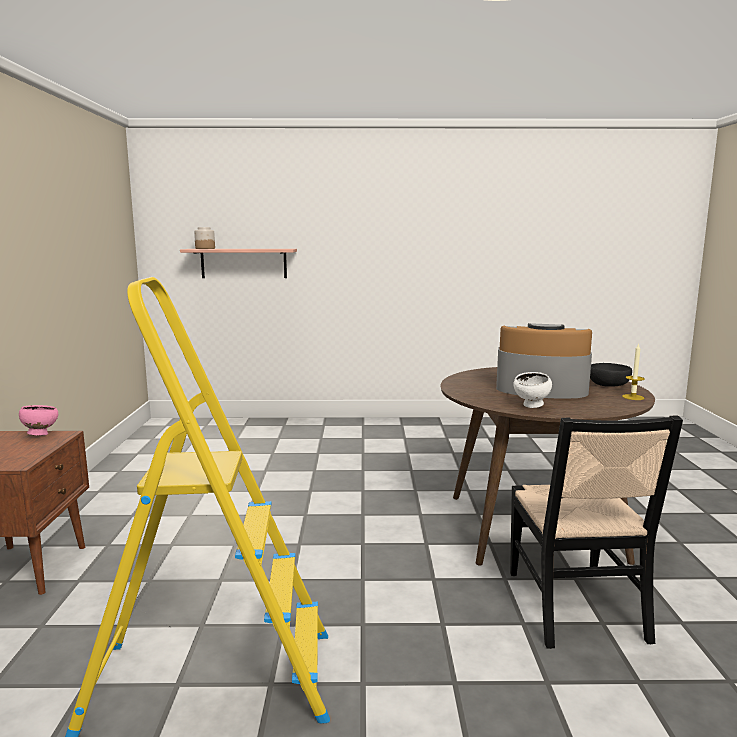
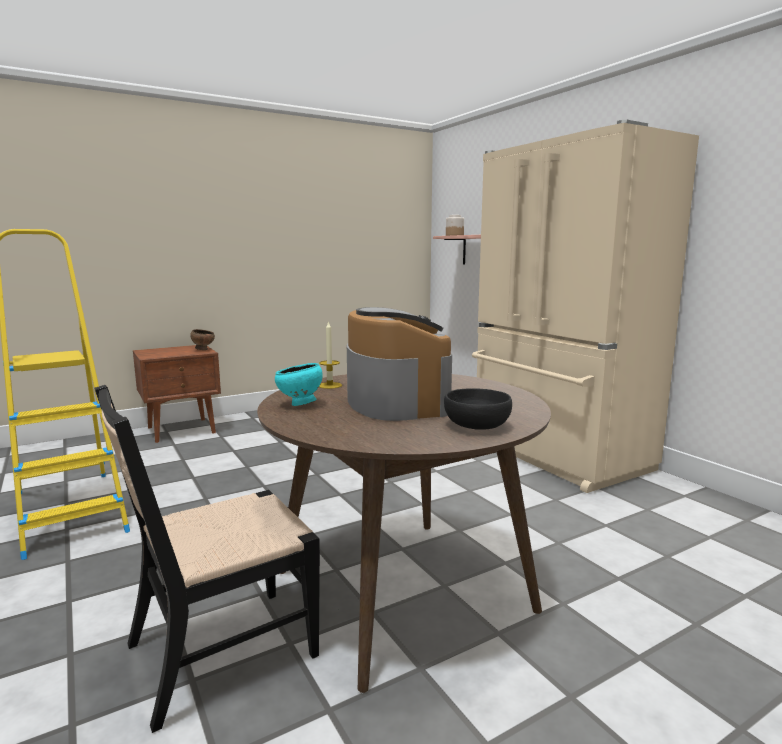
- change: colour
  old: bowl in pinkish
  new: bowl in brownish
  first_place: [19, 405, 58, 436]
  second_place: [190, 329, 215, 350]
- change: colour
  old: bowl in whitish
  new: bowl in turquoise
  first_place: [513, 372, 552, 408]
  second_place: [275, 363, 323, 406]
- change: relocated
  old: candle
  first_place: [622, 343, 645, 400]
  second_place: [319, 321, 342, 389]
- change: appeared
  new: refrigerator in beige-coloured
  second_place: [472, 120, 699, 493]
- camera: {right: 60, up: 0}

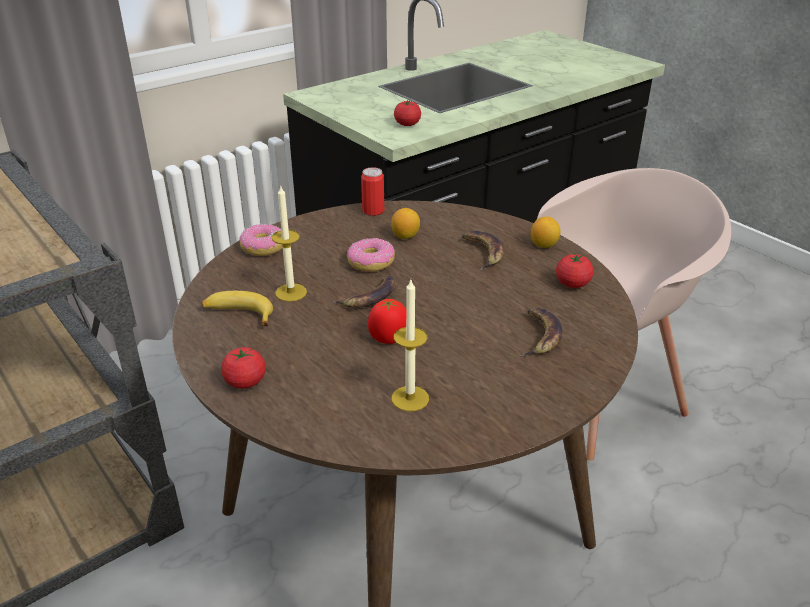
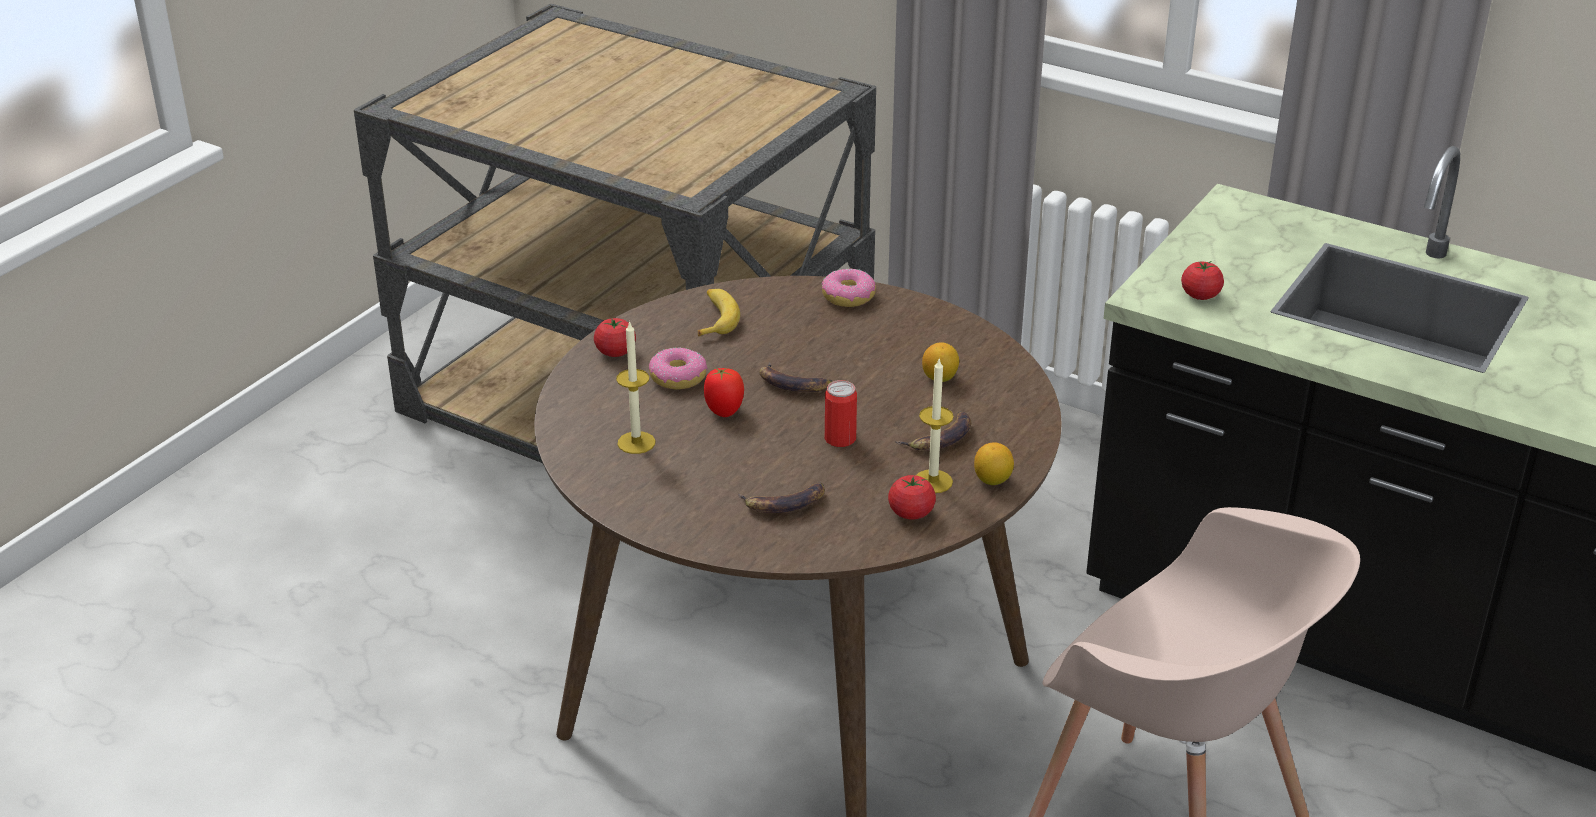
- change: relocated
  old: ring doughnut
  first_place: [347, 238, 395, 272]
  second_place: [649, 347, 708, 389]
- change: relocated
  old: metal can
  first_place: [361, 167, 384, 216]
  second_place: [825, 380, 857, 447]
- change: relocated
  old: candle
  first_place: [272, 185, 307, 302]
  second_place: [916, 357, 954, 493]
- camera: {right: 70, up: 0}

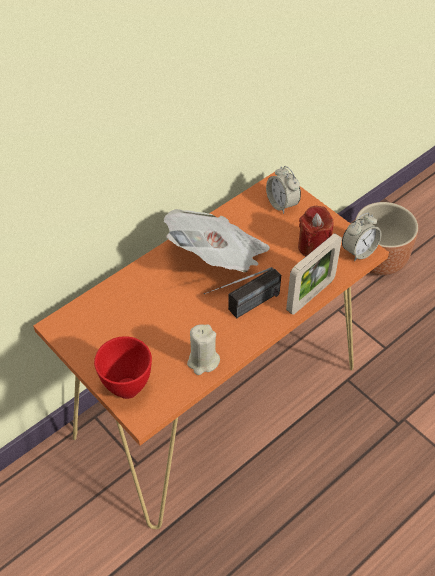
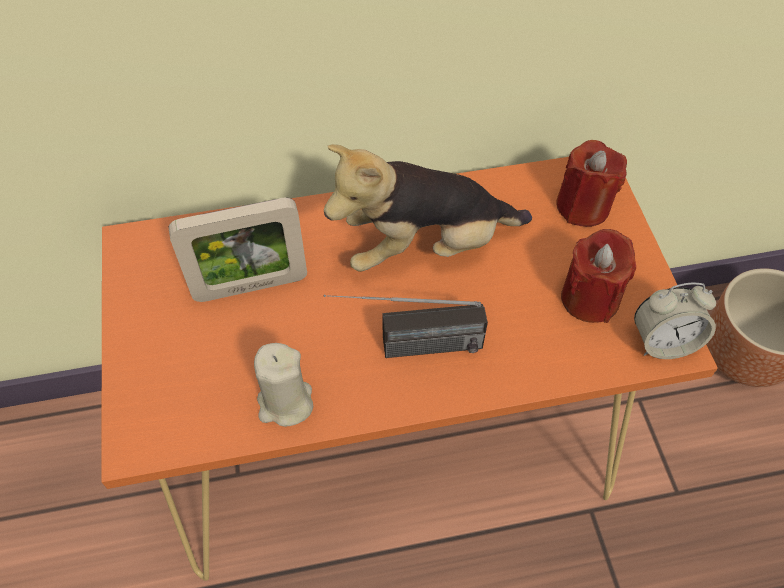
- change: relocated
  old: picture frame
  first_place: [286, 233, 342, 315]
  second_place: [169, 197, 307, 302]
- change: exchanged
  old: printed paper
  new: plush toy
  first_place: [164, 209, 270, 272]
  second_place: [324, 144, 532, 272]
- change: exchanged
  old: bedside clock
  new: candle in red-coloured
  first_place: [266, 166, 301, 214]
  second_place: [556, 140, 627, 227]
- change: missing
  old: bowl in red-coloured
  first_place: [94, 336, 152, 399]
- camera: {right: 30, up: 5}

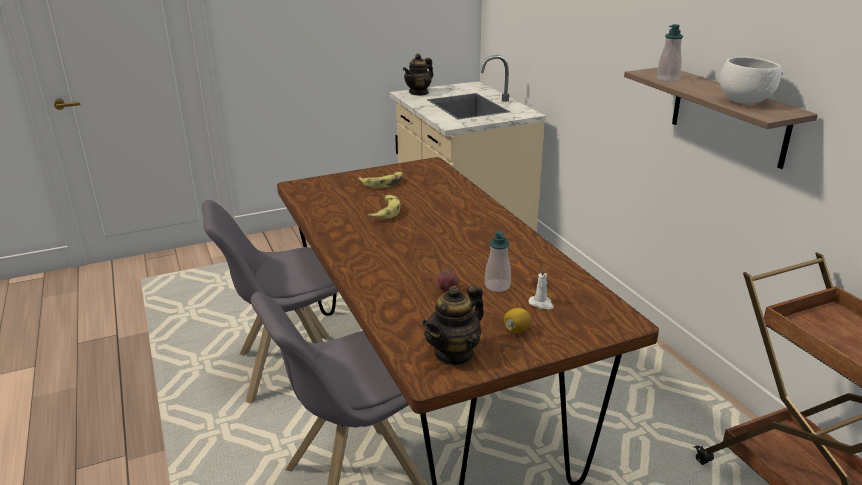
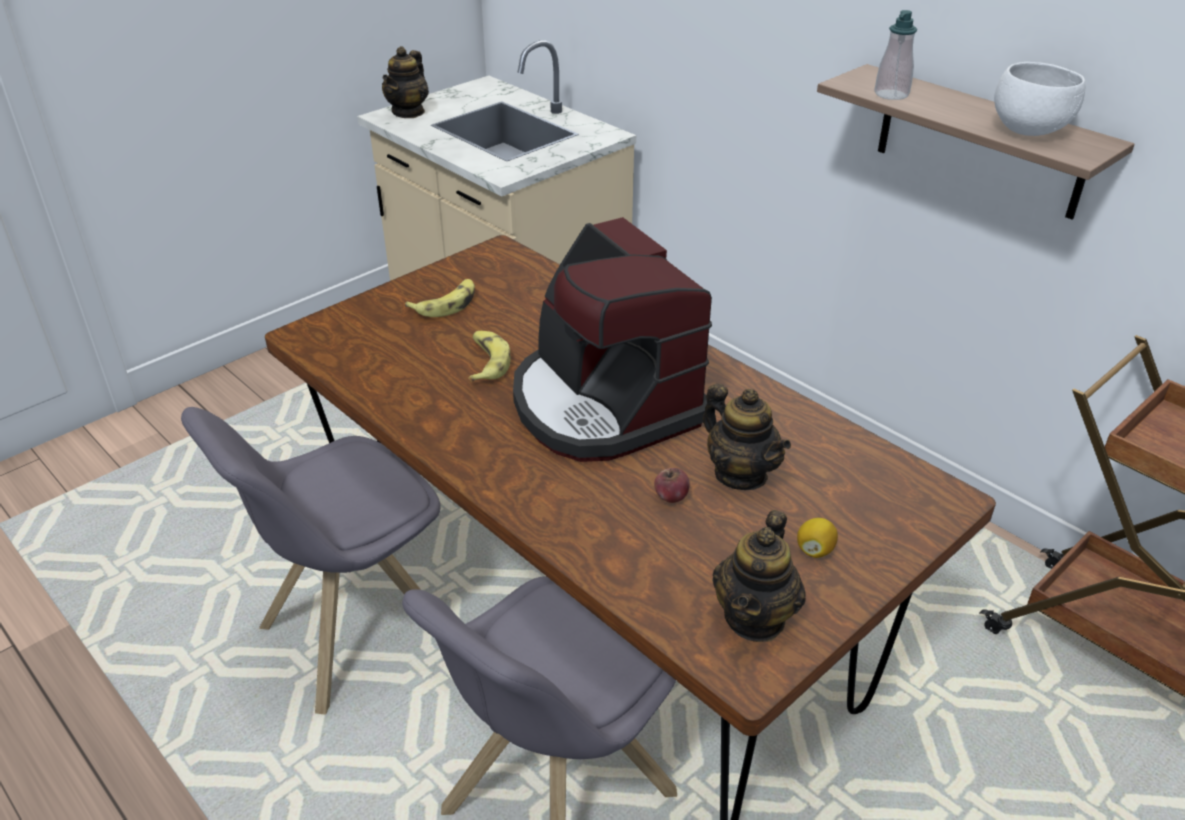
- change: appeared
  new: coffee machine
  second_place: [513, 217, 712, 462]
- change: exchanged
  old: soap dispenser
  new: teapot
  first_place: [485, 231, 511, 292]
  second_place: [703, 384, 791, 490]
- change: missing
  old: candle in whitish
  first_place: [528, 267, 554, 309]
- camera: {right: -20, up: 10}

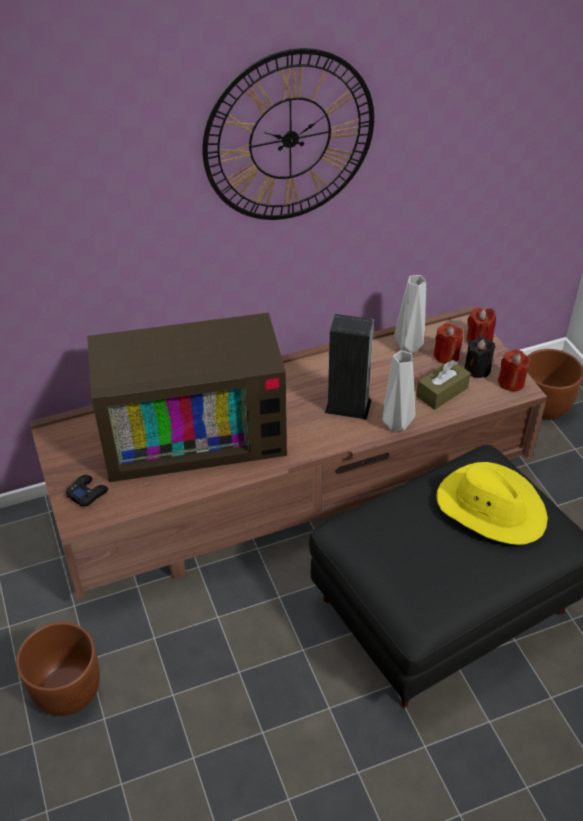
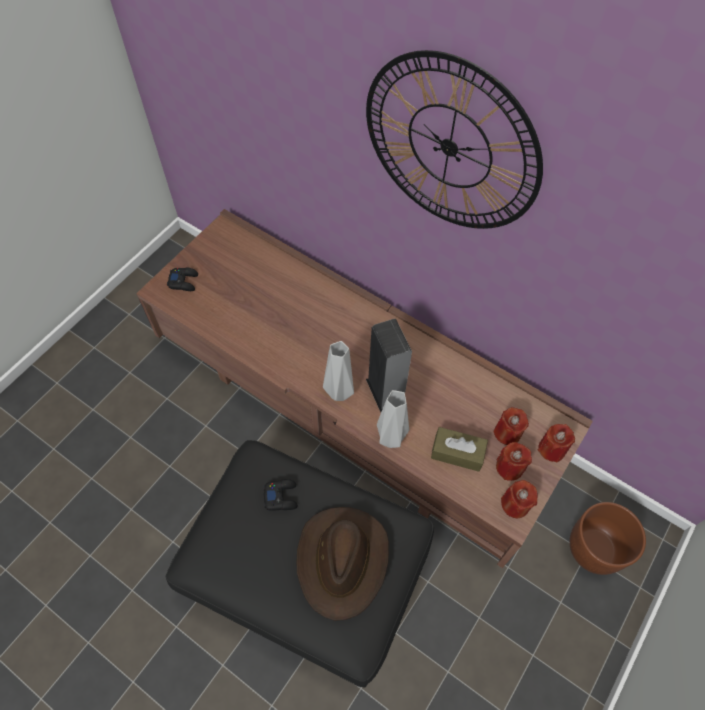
- change: appeared
  new: game controller in black
  second_place: [263, 479, 298, 511]
- change: colour
  old: clothing hat in yellow-coloured
  new: clothing hat in brownish
  first_place: [436, 462, 548, 545]
  second_place: [297, 507, 389, 621]
- change: relocated
  old: flower vase in grey
  first_place: [395, 275, 426, 353]
  second_place: [323, 341, 354, 401]
- change: colour
  old: candle in black
  new: candle in red-coloured
  first_place: [464, 337, 495, 378]
  second_place: [496, 442, 532, 481]
- change: missing
  old: flower pot in brownish
  first_place: [16, 622, 100, 716]
- change: missing
  old: TV
  first_place: [87, 313, 287, 482]
- camera: {right: 55, up: 15}

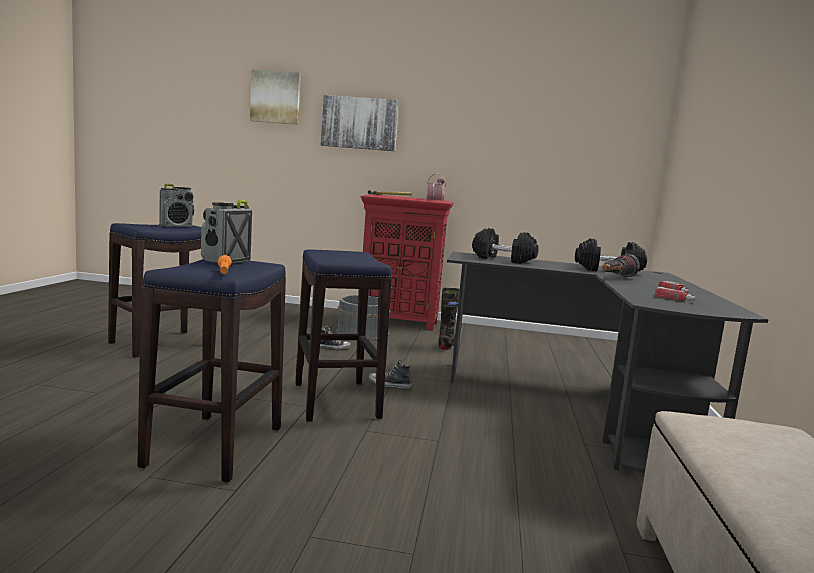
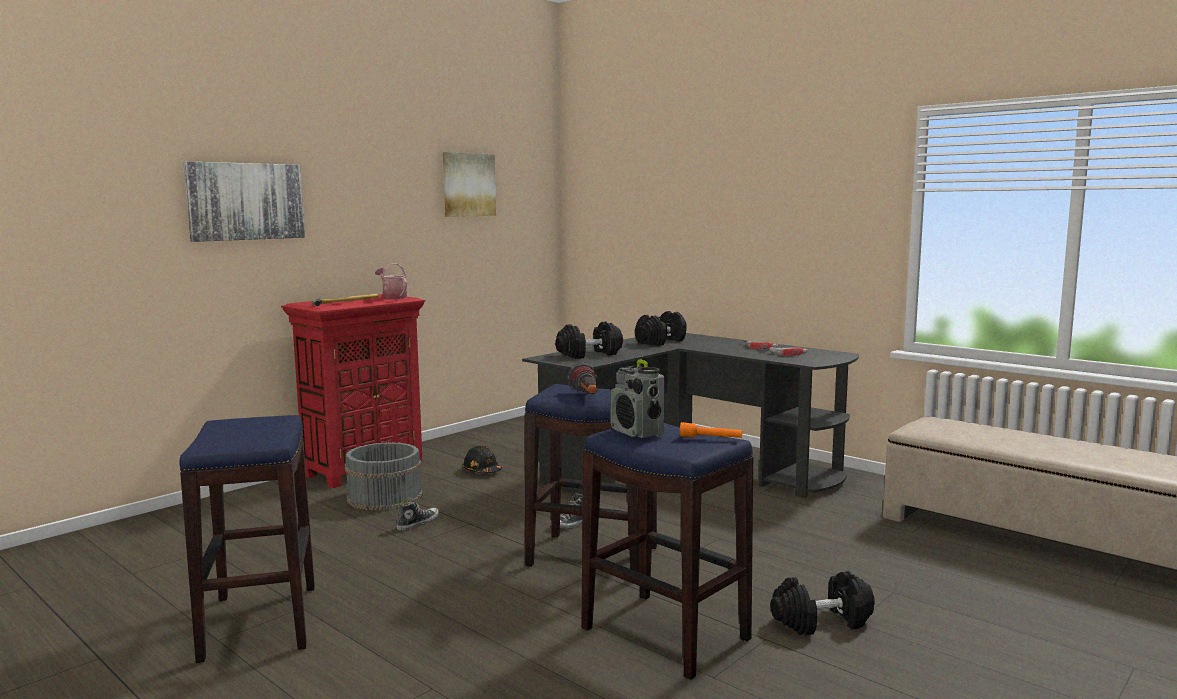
- change: relocated
  old: wall picture
  first_place: [250, 69, 301, 124]
  second_place: [443, 152, 496, 217]
- change: exchanged
  old: boot in black
  new: safety helmet in black
  first_place: [439, 287, 460, 350]
  second_place: [462, 446, 502, 474]
- change: relocated
  old: flashlight
  first_place: [602, 254, 640, 278]
  second_place: [567, 363, 598, 394]
- change: appeared
  new: free weight in black
  second_place: [770, 571, 875, 635]
- change: missing
  old: radio
  first_place: [159, 183, 194, 227]
- camera: {right: -55, up: 0}

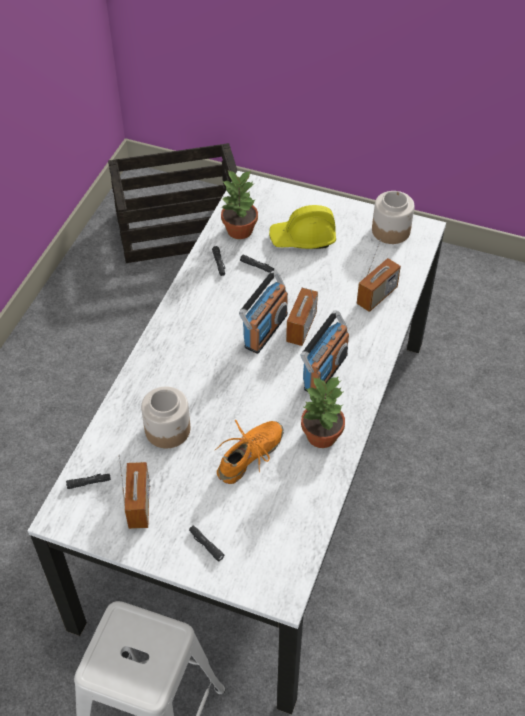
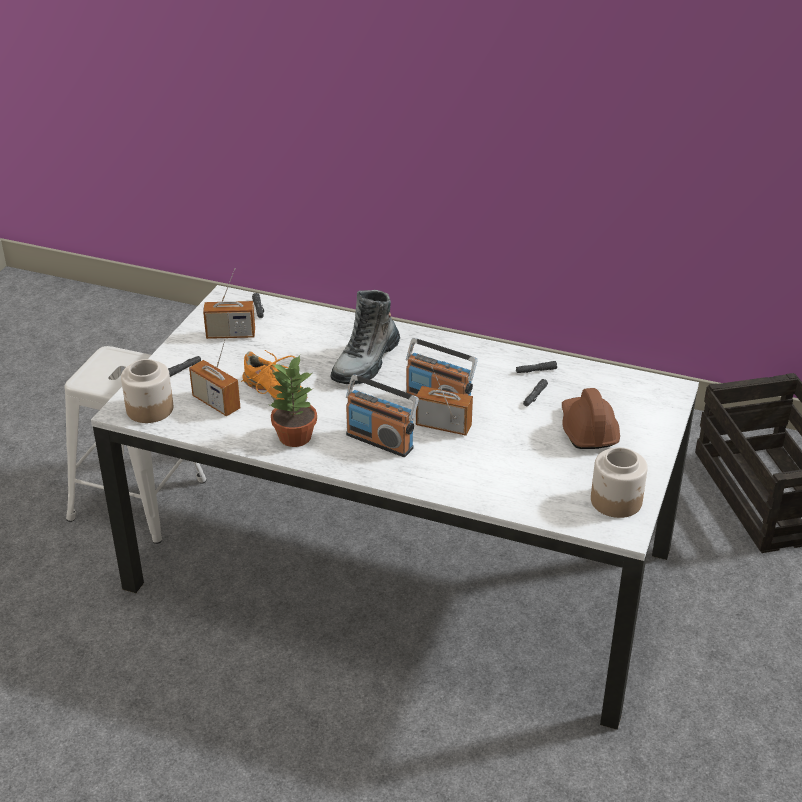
- change: relocated
  old: preserve jar
  first_place: [141, 387, 190, 448]
  second_place: [121, 359, 173, 423]
- change: relocated
  old: radio
  first_place: [357, 239, 401, 312]
  second_place: [189, 339, 240, 416]
- change: appeared
  new: boot
  second_place: [331, 290, 400, 385]
- change: colour
  old: safety helmet in yellow-coloured
  new: safety helmet in brownish
  first_place: [269, 205, 336, 249]
  second_place: [562, 388, 620, 449]
- change: missing
  old: plant in a pot
  first_place: [221, 170, 258, 239]
- camera: {right: 90, up: -15}

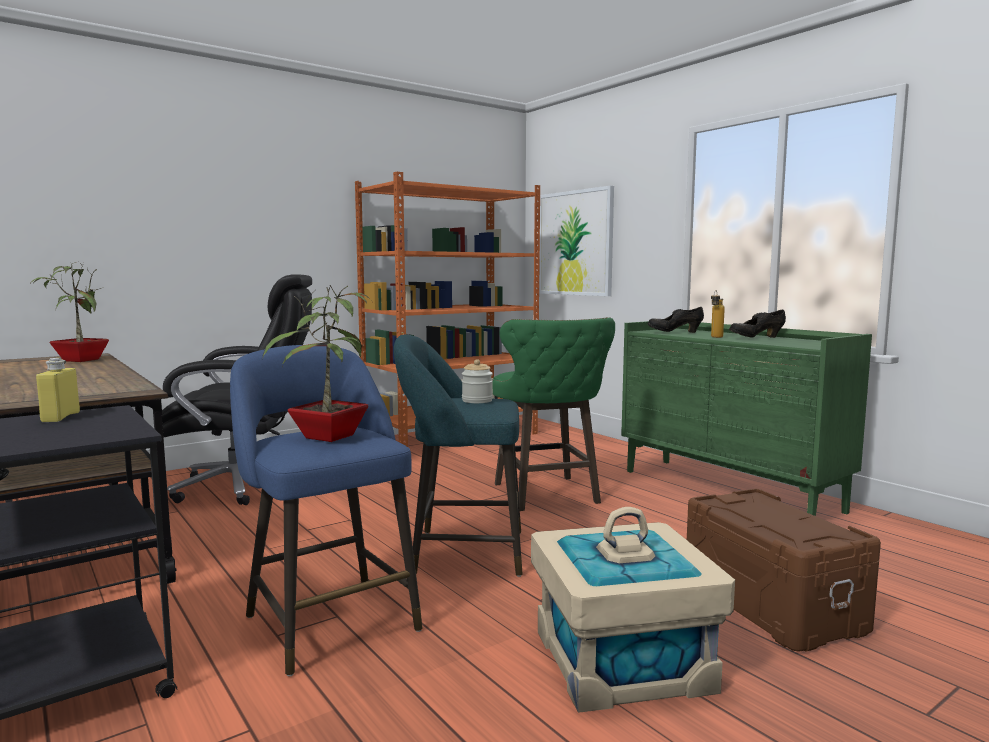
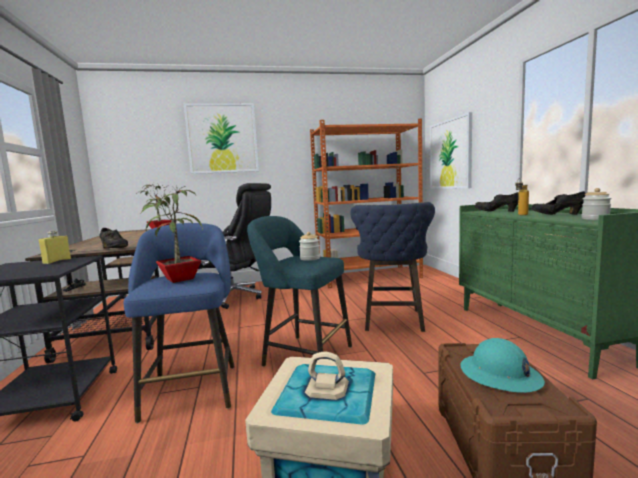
- change: appeared
  new: low shoe in black
  second_place: [99, 228, 128, 248]
- change: appeared
  new: wall picture
  second_place: [184, 103, 259, 174]
- change: colour
  old: stool seat in green
  new: stool seat in bluish
  first_place: [492, 317, 615, 511]
  second_place: [350, 202, 435, 332]
- change: appeared
  new: safety helmet in turquoise
  second_place: [460, 338, 545, 393]
- change: appeared
  new: preserve jar
  second_place: [582, 188, 612, 220]
- camera: {right: 25, up: 0}

